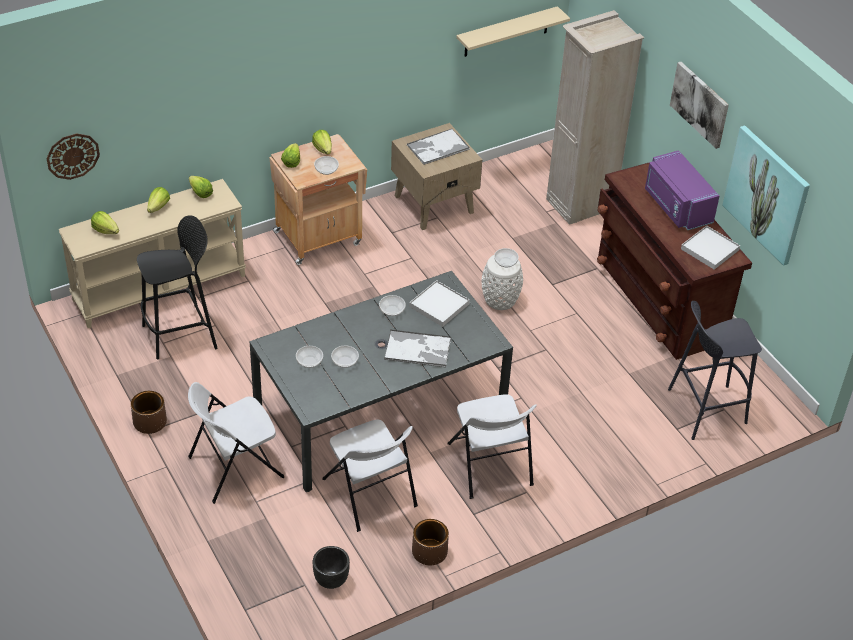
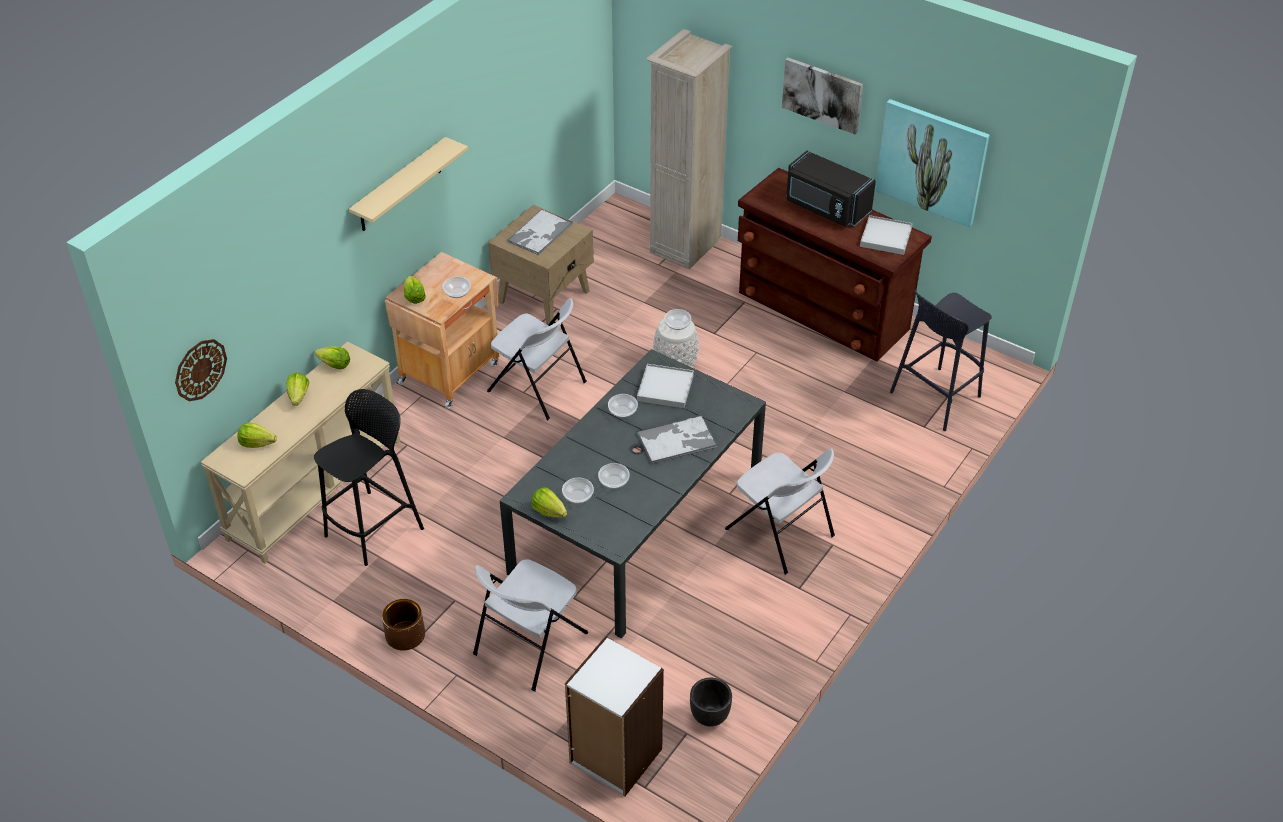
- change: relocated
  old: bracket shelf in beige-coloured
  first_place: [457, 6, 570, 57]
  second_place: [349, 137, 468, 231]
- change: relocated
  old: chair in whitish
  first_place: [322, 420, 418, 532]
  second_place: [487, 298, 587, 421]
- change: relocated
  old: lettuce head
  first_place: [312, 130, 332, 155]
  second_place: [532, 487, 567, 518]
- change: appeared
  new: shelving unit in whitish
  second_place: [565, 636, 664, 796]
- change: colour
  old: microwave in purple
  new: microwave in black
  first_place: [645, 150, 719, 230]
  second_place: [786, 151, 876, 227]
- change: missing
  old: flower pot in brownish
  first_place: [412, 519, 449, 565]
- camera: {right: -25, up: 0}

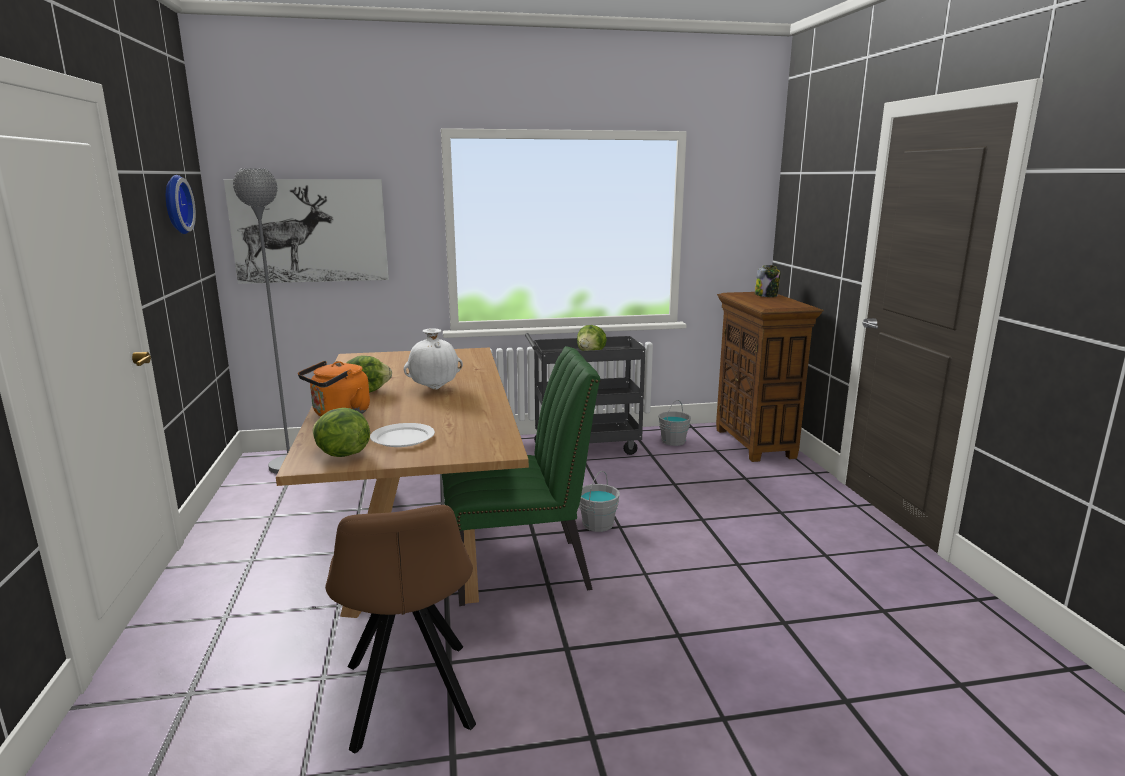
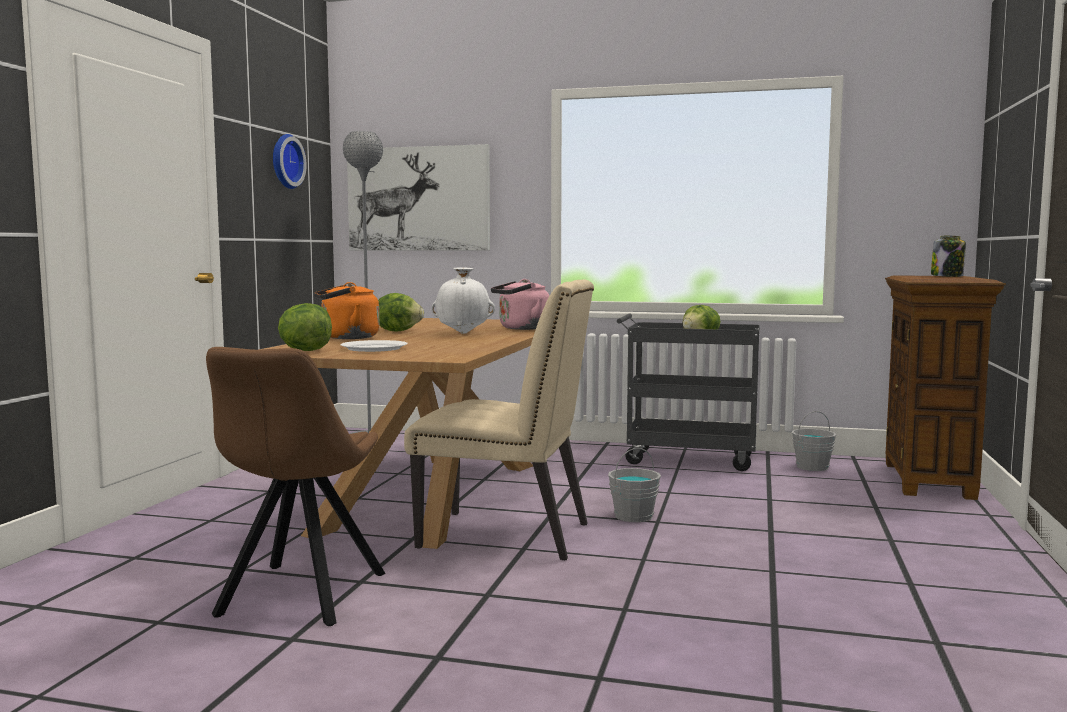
- change: colour
  old: chair in green
  new: chair in beige-coloured
  first_place: [442, 346, 600, 606]
  second_place: [404, 280, 594, 560]
- change: appeared
  new: water kettle in pinkish
  second_place: [491, 279, 549, 330]
- camera: {right: 25, up: -10}

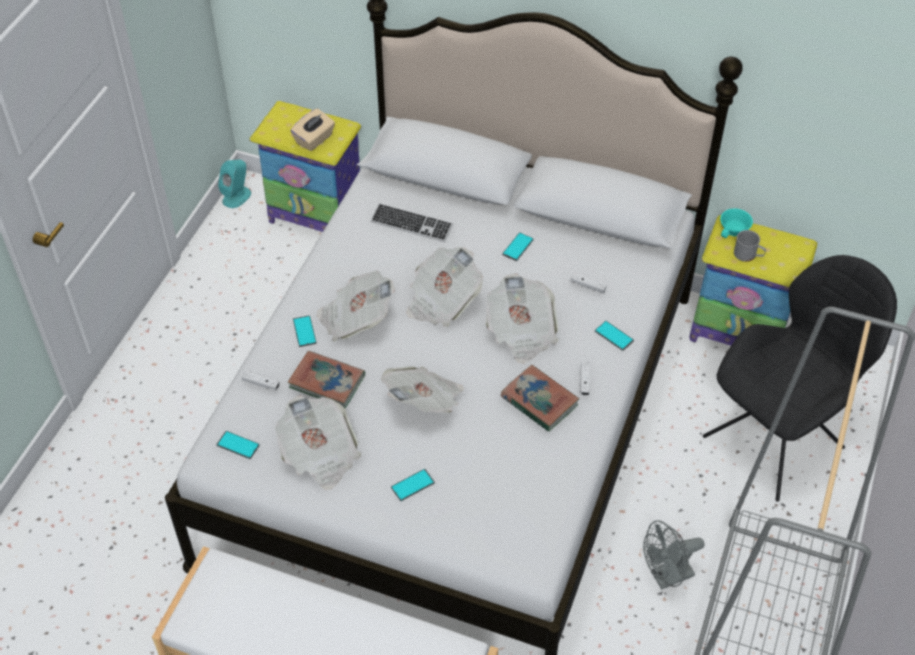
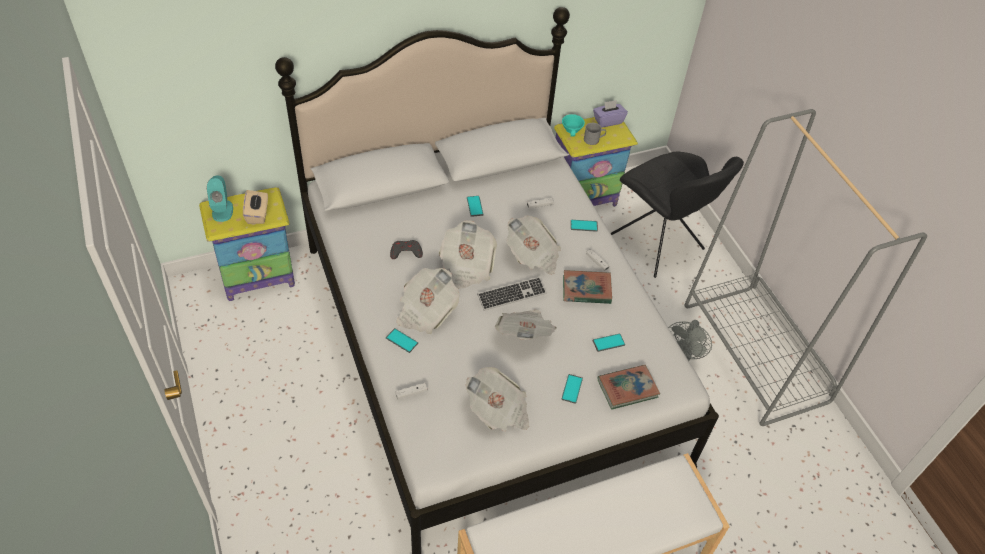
- change: relocated
  old: speaker in turquoise
  first_place: [218, 160, 251, 208]
  second_place: [207, 176, 233, 222]
- change: appeared
  new: game controller in grey
  second_place: [390, 240, 423, 259]
- change: relocated
  old: keyboard
  first_place: [371, 203, 453, 242]
  second_place: [477, 277, 547, 311]
- change: appeared
  new: tissue box in purple
  second_place: [593, 100, 628, 127]
- change: relocated
  old: phone
  first_place: [216, 431, 260, 459]
  second_place: [593, 334, 625, 352]
- change: relocated
  old: volume
  first_place: [288, 351, 365, 408]
  second_place: [597, 365, 660, 410]
- change: spun
  old: chair in black
  first_place: [703, 255, 897, 502]
  second_place: [611, 152, 744, 278]
  degrees: 135
- camera: {right: -45, up: 0}

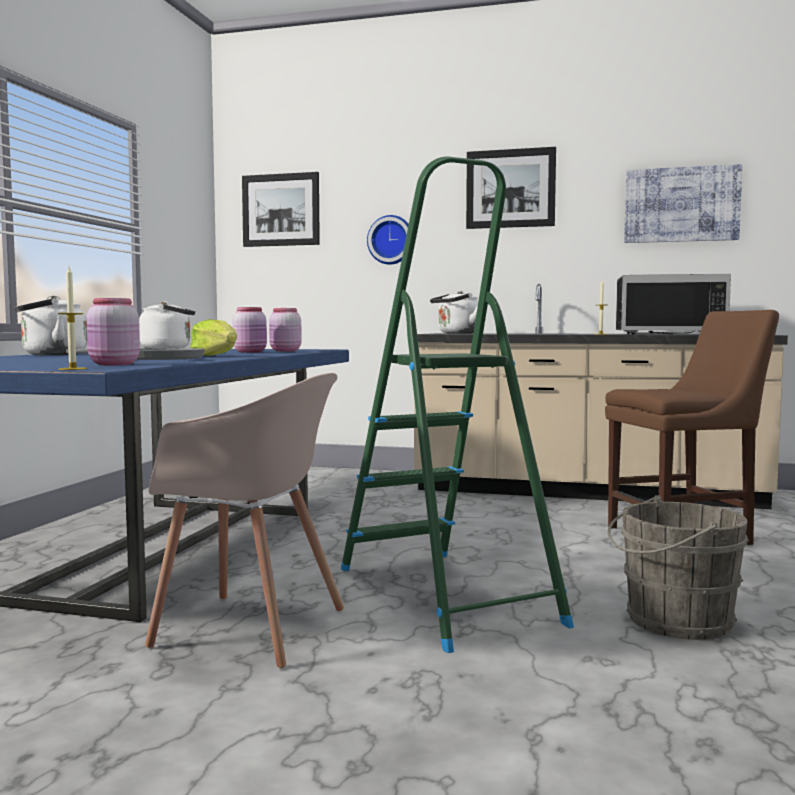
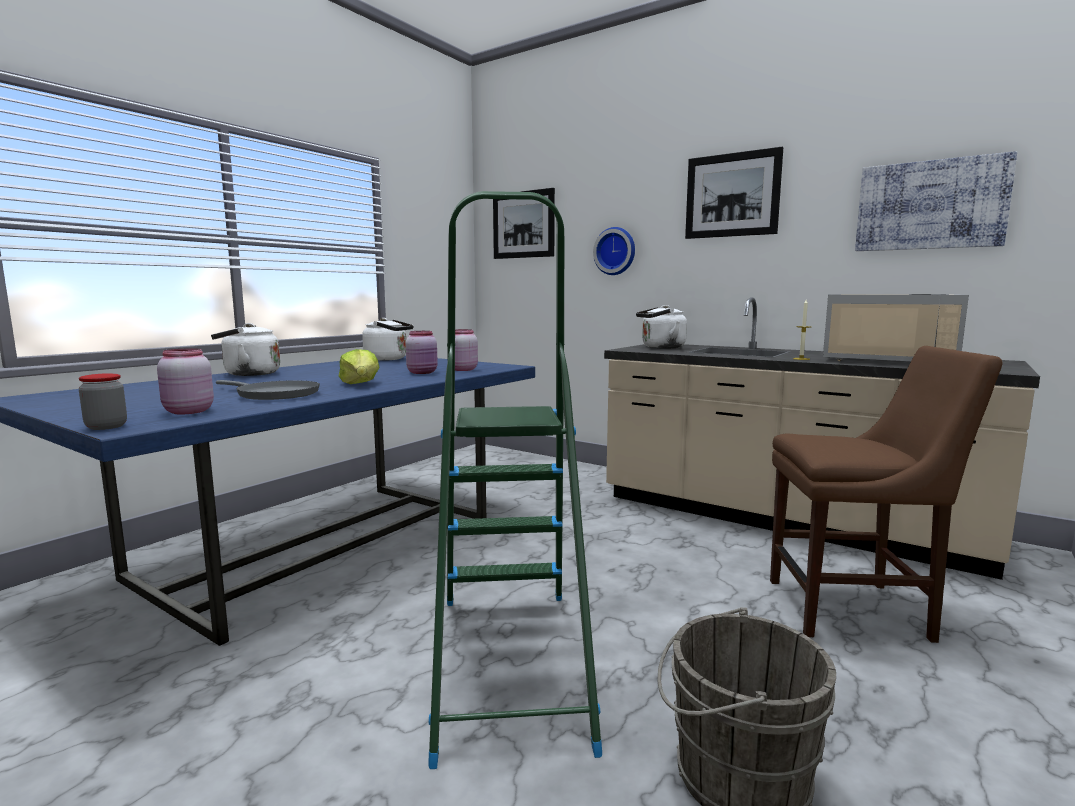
- change: exchanged
  old: candle
  new: preserve jar
  first_place: [58, 267, 88, 370]
  second_place: [79, 373, 127, 430]
- change: colour
  old: microwave in black
  new: microwave in beige-coloured
  first_place: [616, 274, 731, 334]
  second_place: [823, 294, 969, 361]
- change: missing
  old: chair in beige-coloured
  first_place: [145, 373, 344, 668]
- camera: {right: 20, up: 5}

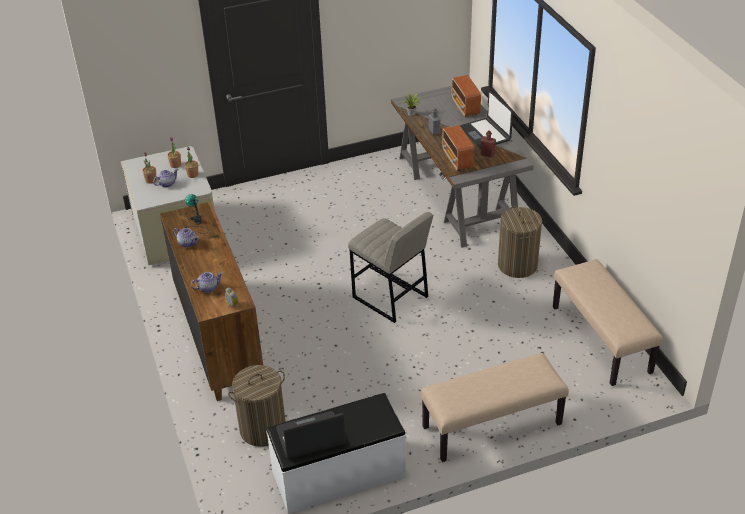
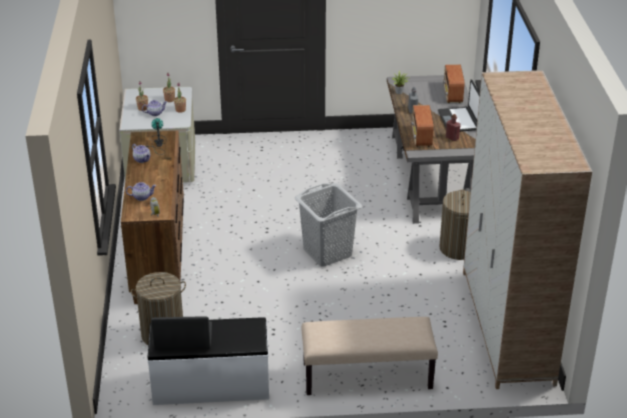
- change: exchanged
  old: chair in grey
  new: laundry basket in grey
  first_place: [348, 212, 433, 323]
  second_place: [295, 183, 362, 266]
- change: exchanged
  old: long seat in beige-coloured
  new: armoire in whitish
  first_place: [553, 259, 663, 386]
  second_place: [463, 70, 592, 389]
- camera: {right: 15, up: -5}

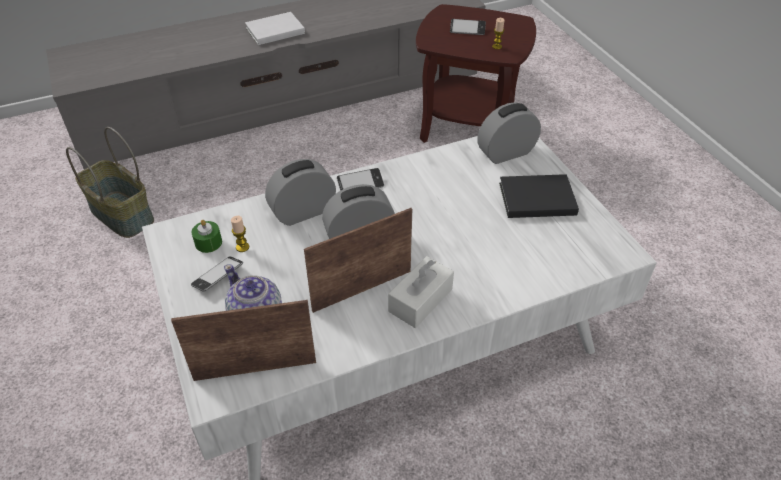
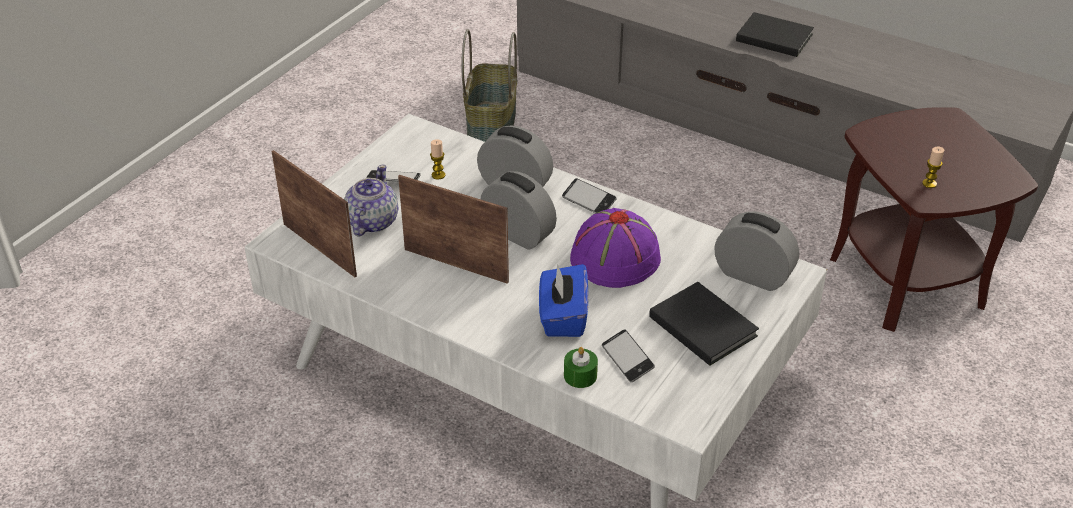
- change: appeared
  new: tissue box in bluish
  second_place: [539, 264, 588, 337]
- change: relocated
  old: candle in green
  first_place: [192, 220, 222, 253]
  second_place: [564, 347, 598, 388]
- change: appeared
  new: clothing hat in purple
  second_place: [570, 208, 661, 288]
- change: relocated
  old: phone
  first_place: [450, 19, 486, 35]
  second_place: [602, 329, 655, 382]
- change: colour
  old: volume in whitish
  new: volume in black
  first_place: [245, 12, 305, 45]
  second_place: [736, 12, 814, 57]
- change: missing
  old: tissue box in whitish
  first_place: [388, 256, 454, 328]
- camera: {right: 55, up: -5}

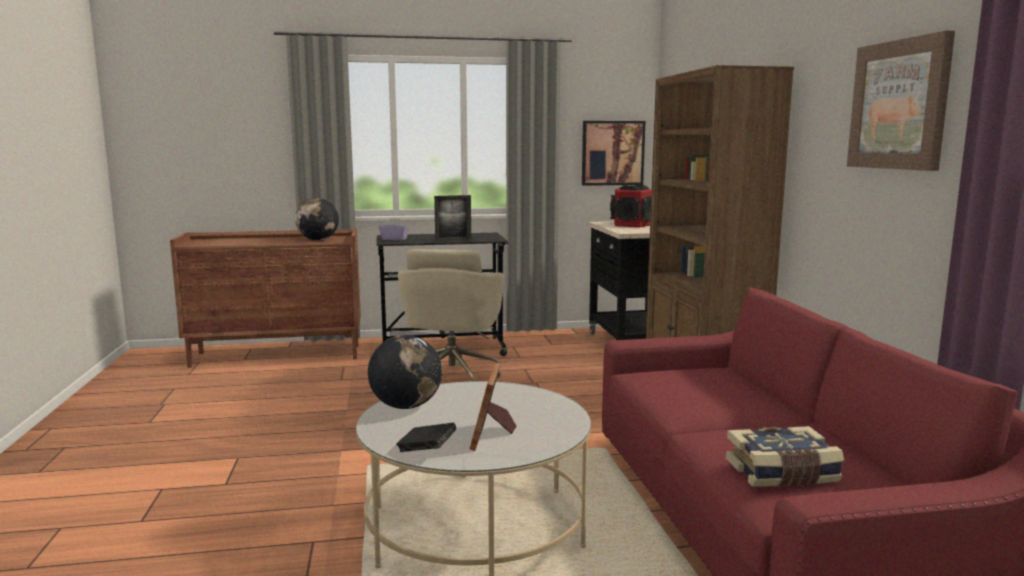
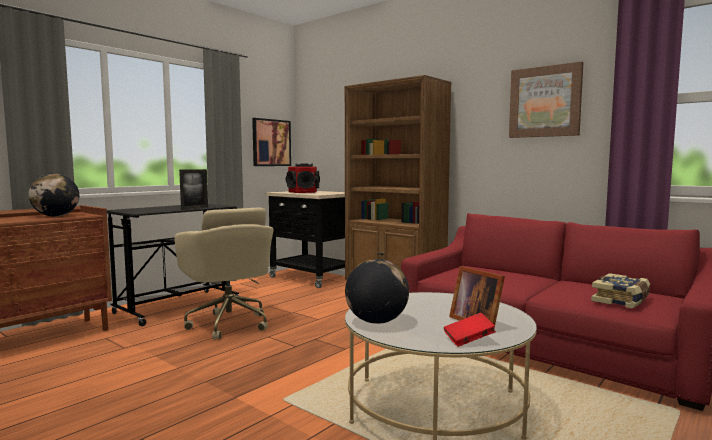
- change: colour
  old: volume in black
  new: volume in red-coloured
  first_place: [396, 423, 456, 452]
  second_place: [444, 313, 496, 347]
- change: missing
  old: tissue box in purple
  first_place: [379, 219, 409, 241]
- camera: {right: -40, up: -5}

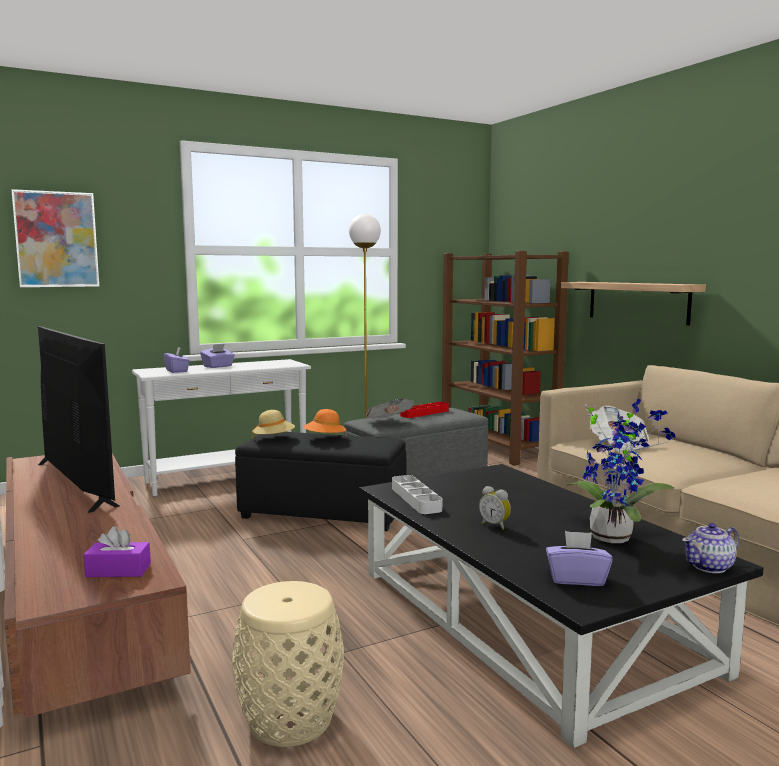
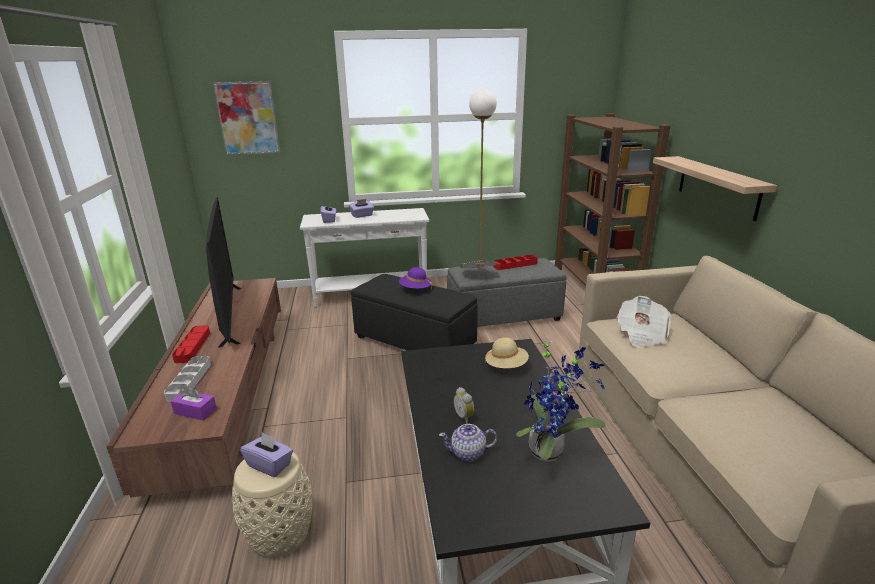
- change: relocated
  old: carrying tray in grey
  first_place: [392, 475, 442, 514]
  second_place: [164, 356, 211, 402]
- change: appeared
  new: carrying tray in red-coloured
  second_place: [172, 325, 210, 363]
- change: relocated
  old: tissue box in purple
  first_place: [546, 531, 613, 586]
  second_place: [240, 432, 293, 477]
- change: colour
  old: clothing hat in orange
  new: clothing hat in purple
  first_place: [303, 409, 346, 433]
  second_place: [399, 267, 432, 290]
- change: relocated
  old: teapot
  first_place: [682, 523, 739, 573]
  second_place: [439, 424, 497, 462]
- change: relocated
  old: clothing hat in beige-coloured
  first_place: [252, 410, 295, 439]
  second_place: [485, 337, 529, 368]
- camera: {right: 20, up: 15}

